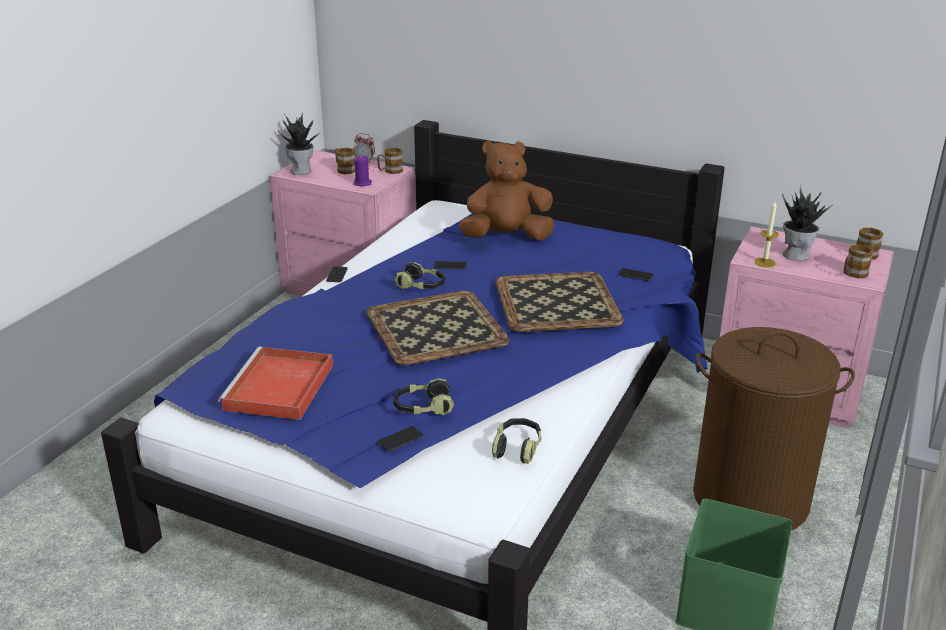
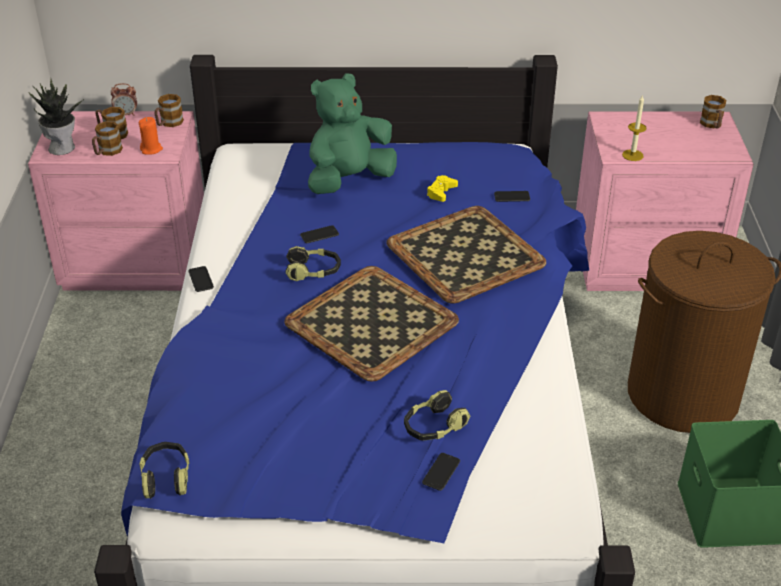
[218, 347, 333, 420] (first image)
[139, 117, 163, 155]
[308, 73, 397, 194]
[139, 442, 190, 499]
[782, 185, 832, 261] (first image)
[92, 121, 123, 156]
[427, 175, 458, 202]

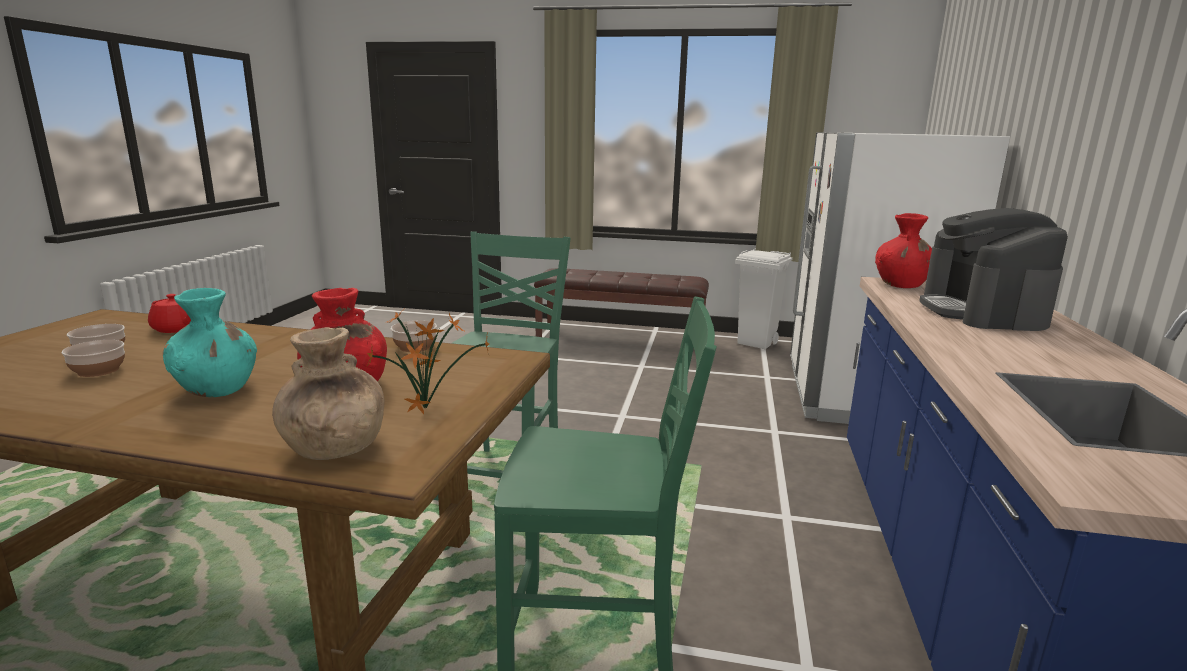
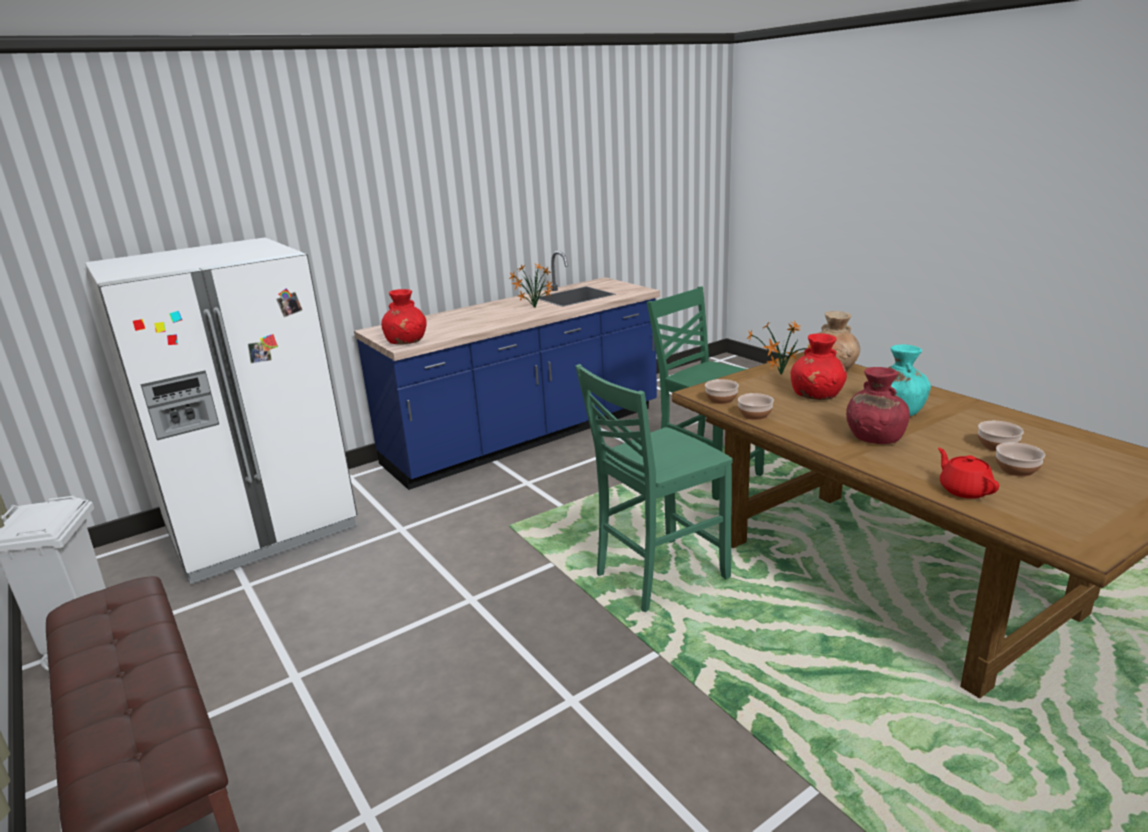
[919, 208, 1068, 331] (first image)
[509, 263, 552, 308]
[705, 379, 739, 404]
[846, 367, 910, 444]

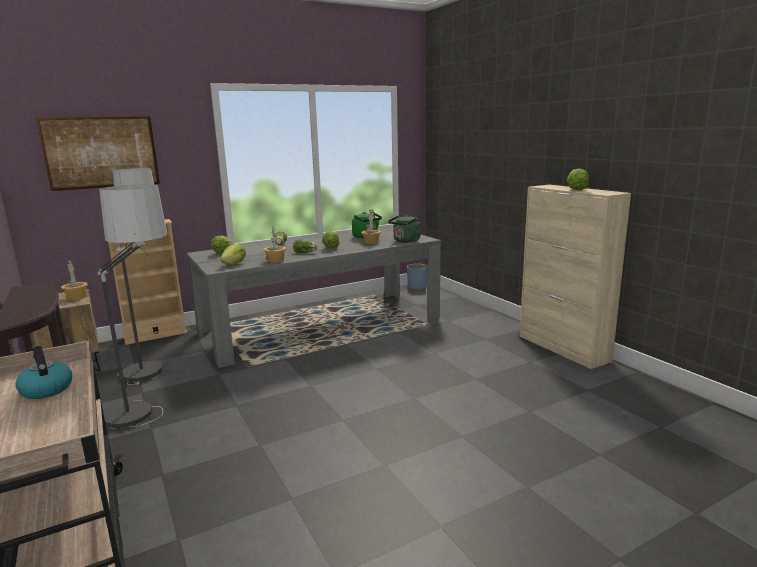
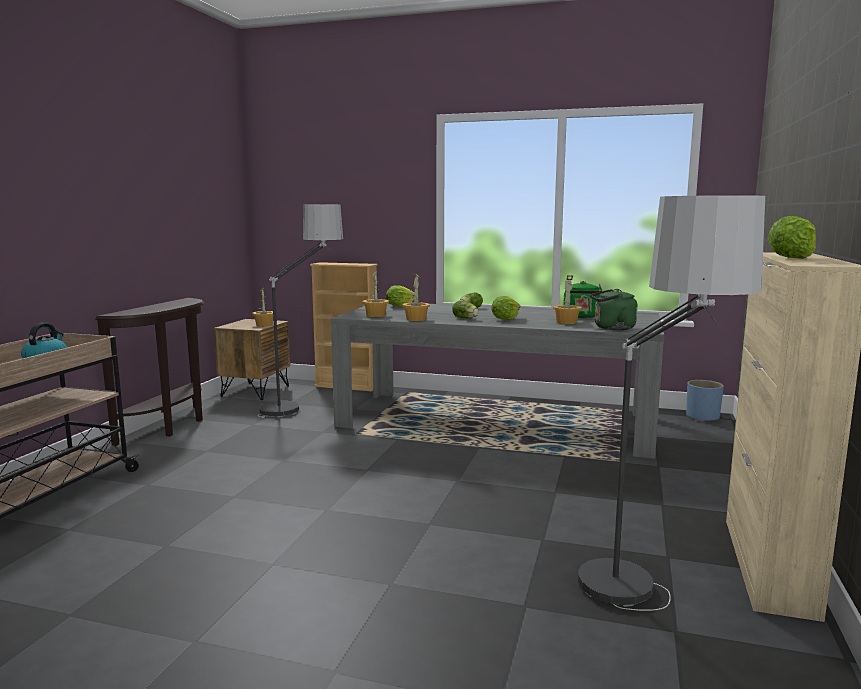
[36, 116, 160, 191] (first image)
[578, 195, 765, 611]
[363, 271, 389, 317]

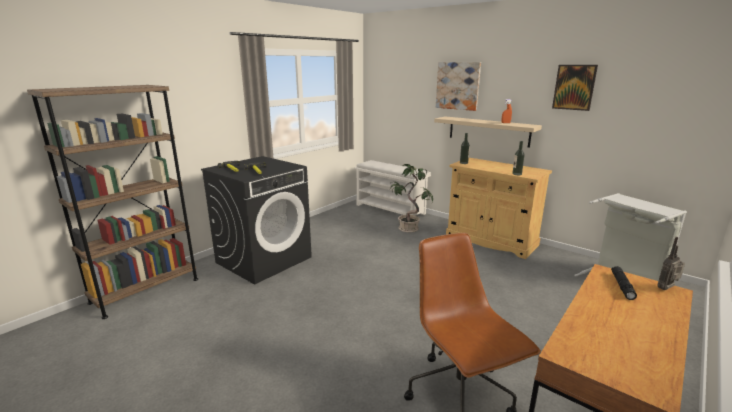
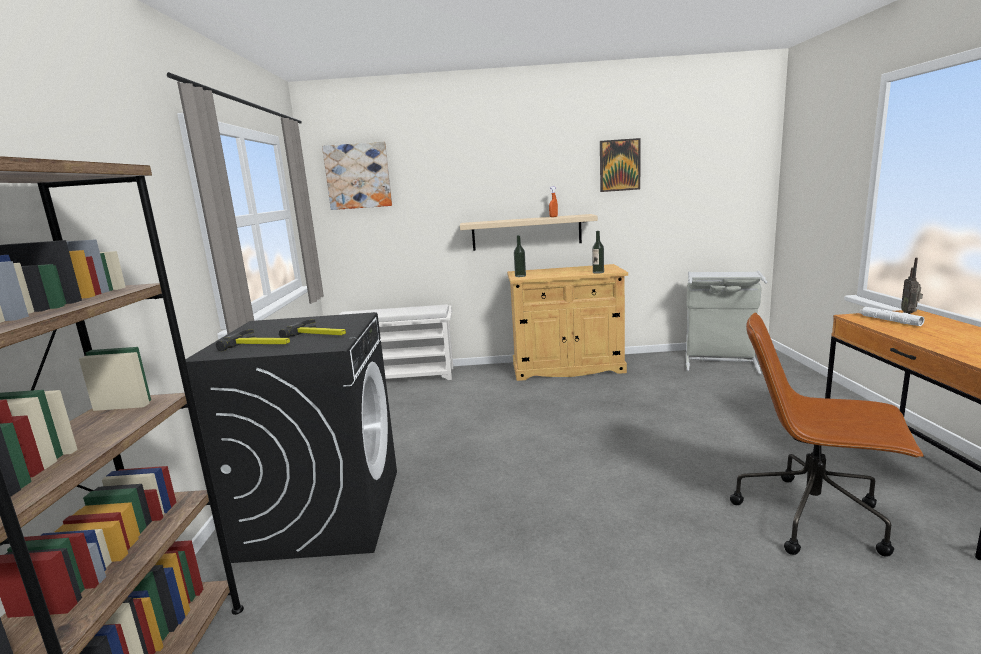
[390, 164, 433, 232] (first image)
[322, 142, 392, 210]
[860, 307, 925, 326]

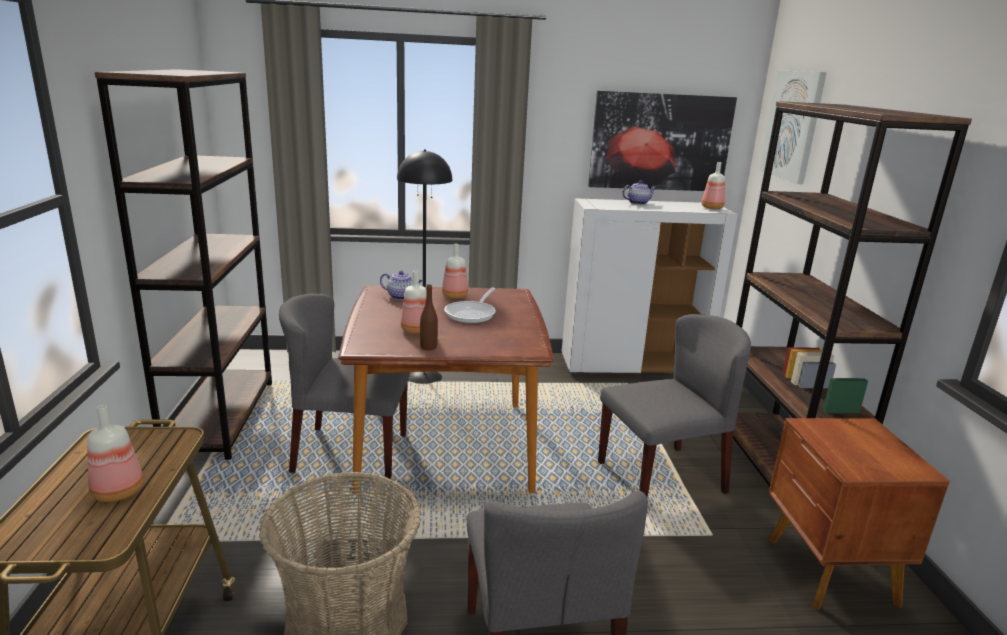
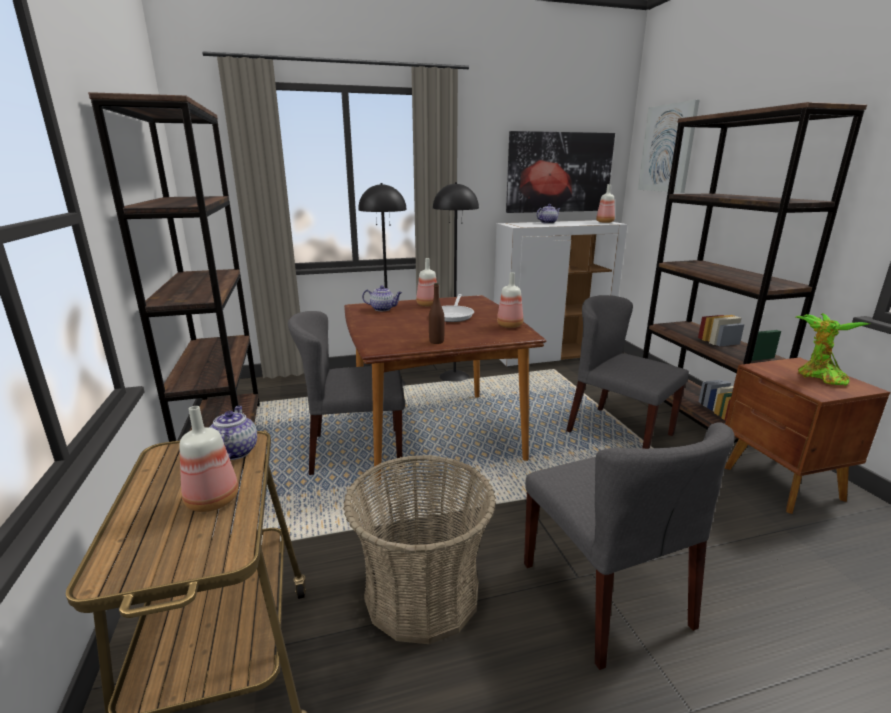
[497, 272, 523, 328]
[566, 295, 689, 449]
[209, 406, 257, 460]
[433, 182, 479, 382]
[796, 313, 870, 386]

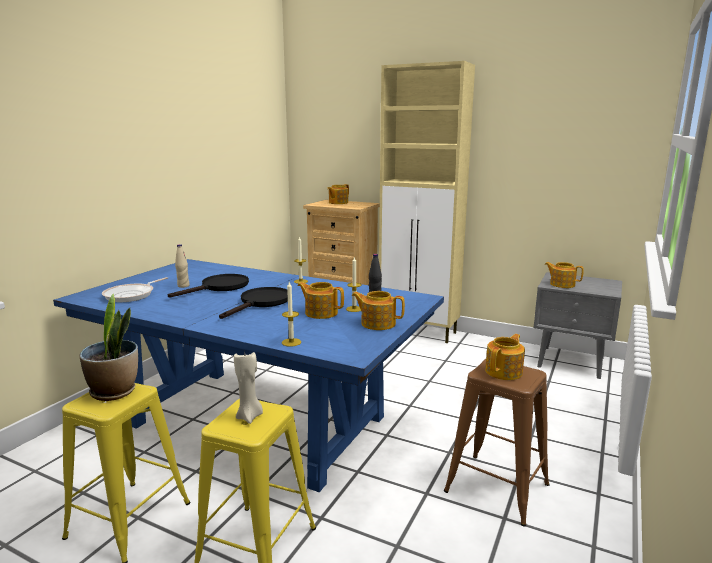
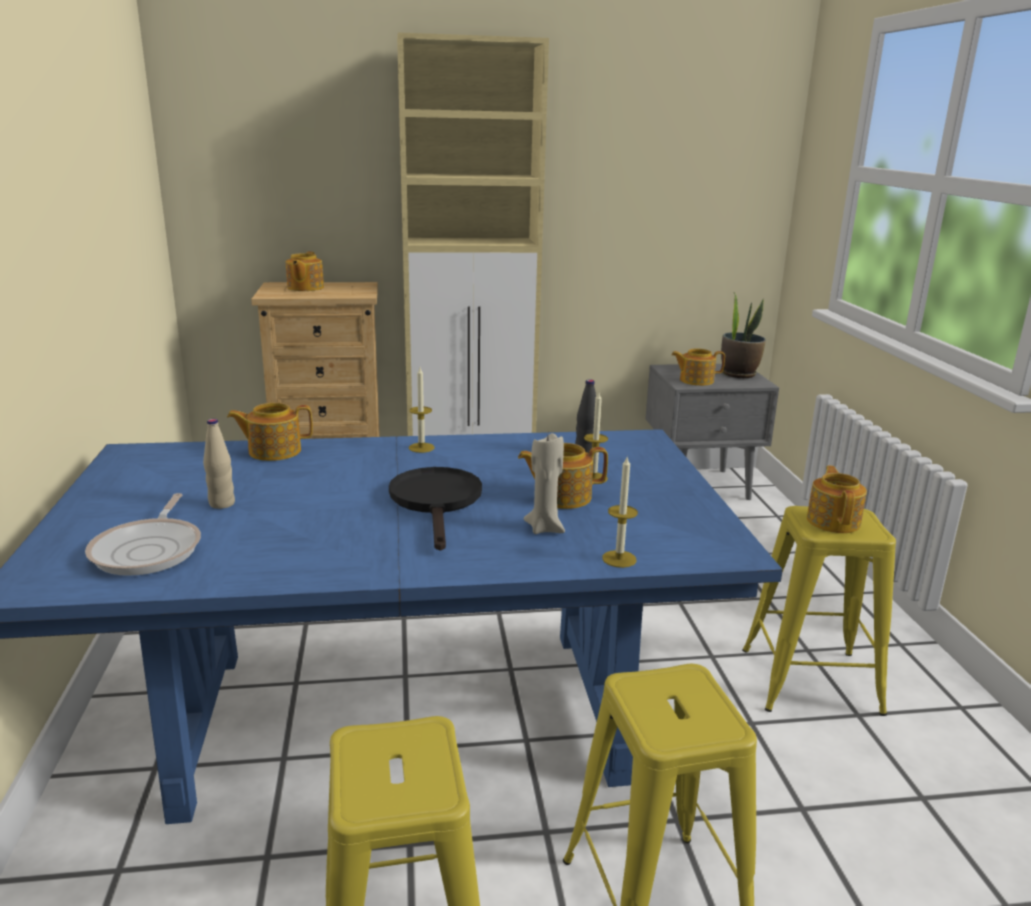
[721, 293, 766, 378]
[168, 274, 249, 298] (first image)
[523, 433, 565, 534]
[227, 403, 313, 461]
[742, 506, 896, 716]

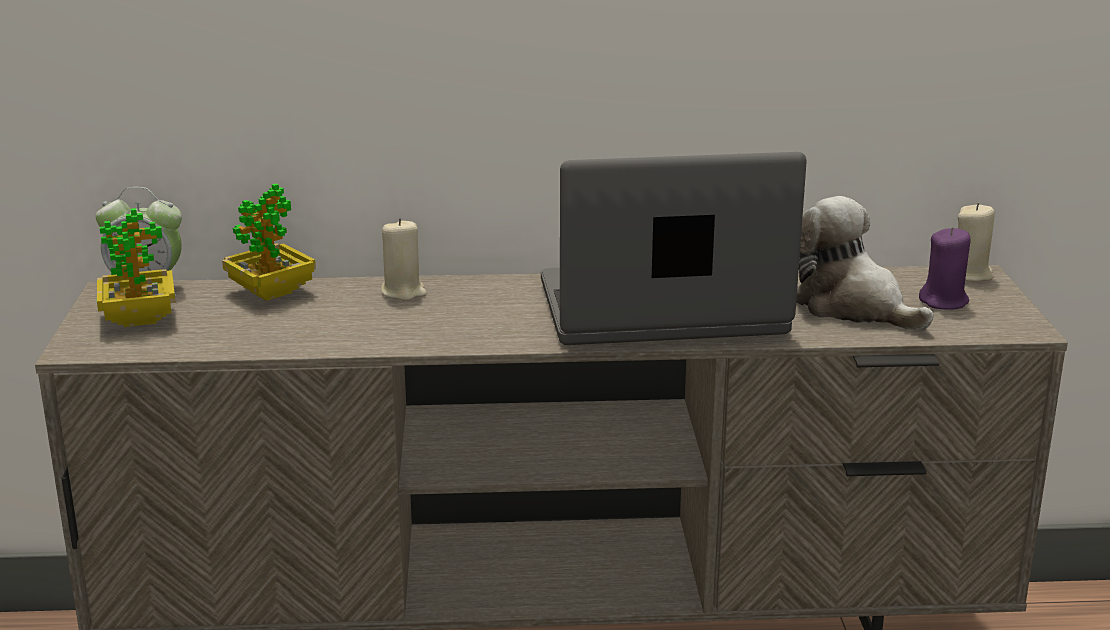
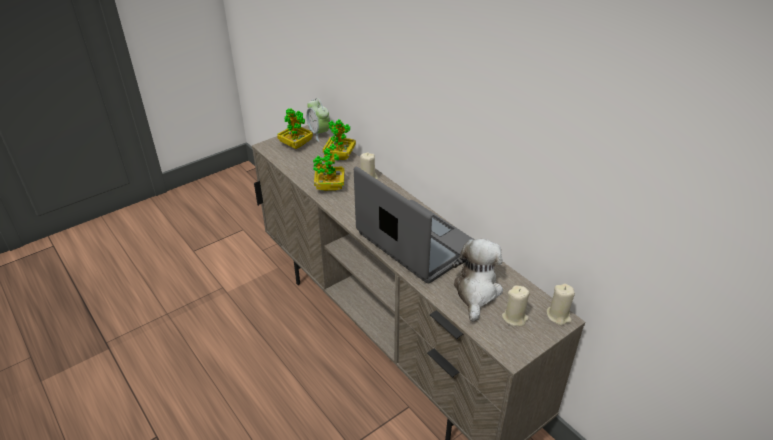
[502, 285, 530, 326]
[313, 144, 344, 191]

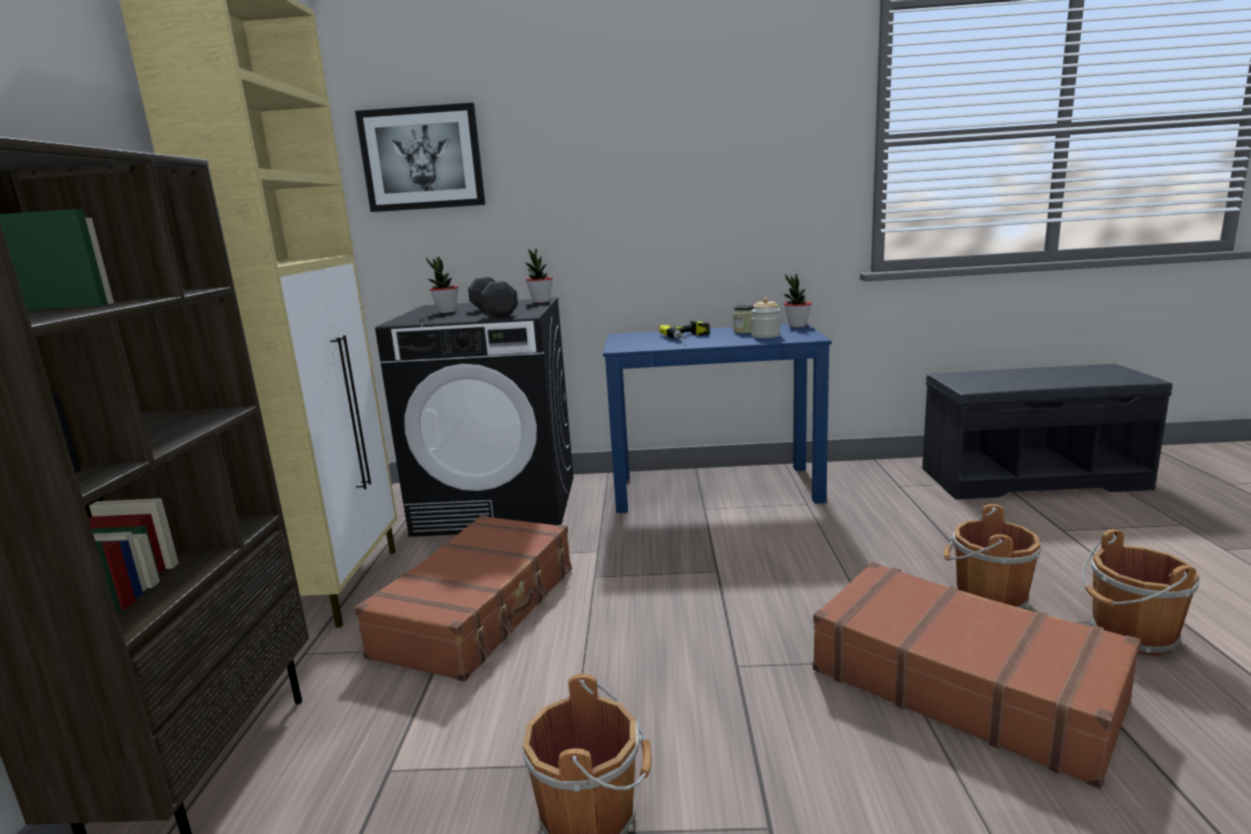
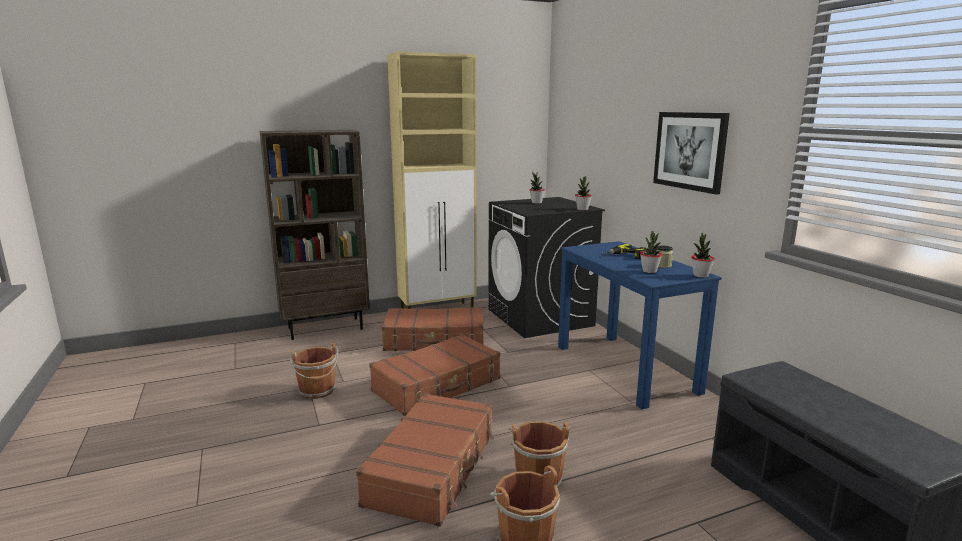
[653, 112, 730, 195]
[468, 277, 518, 317] (first image)
[640, 231, 662, 273]
[369, 334, 500, 416]

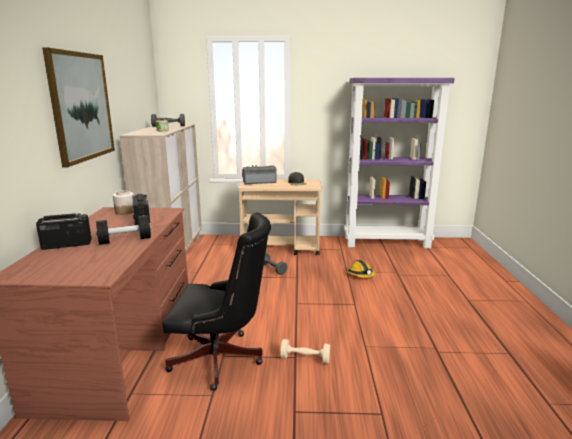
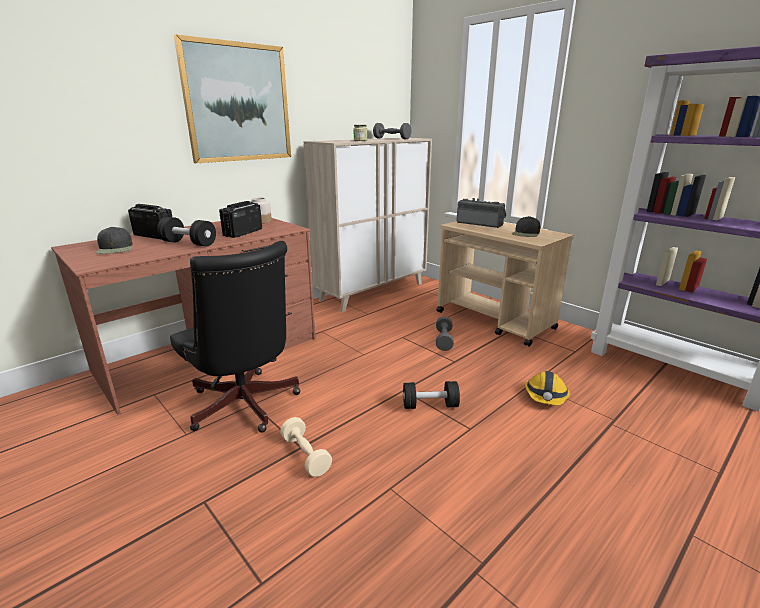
[96, 227, 133, 254]
[403, 381, 460, 409]

